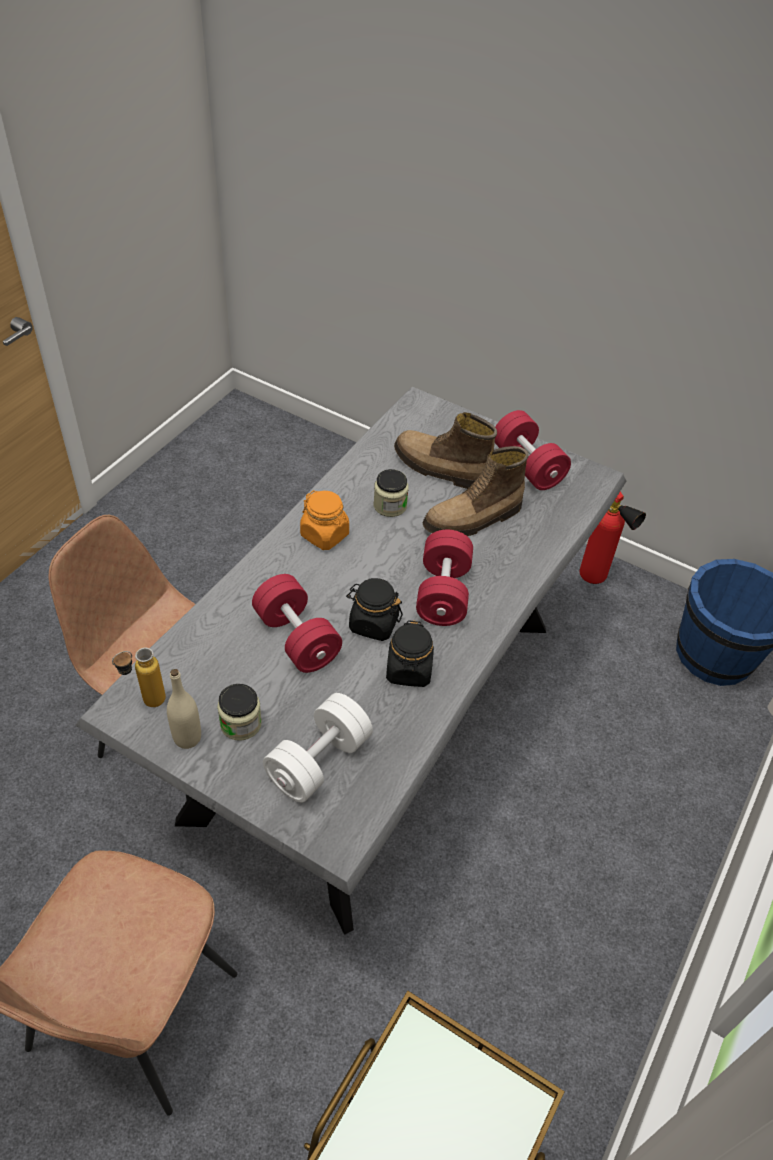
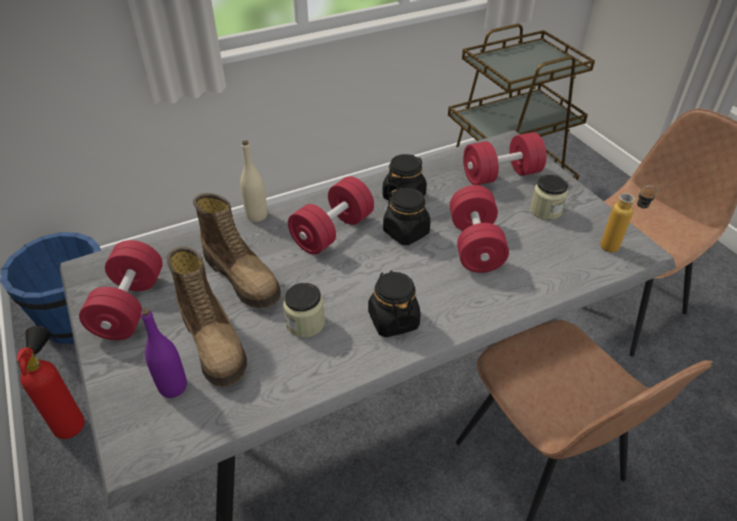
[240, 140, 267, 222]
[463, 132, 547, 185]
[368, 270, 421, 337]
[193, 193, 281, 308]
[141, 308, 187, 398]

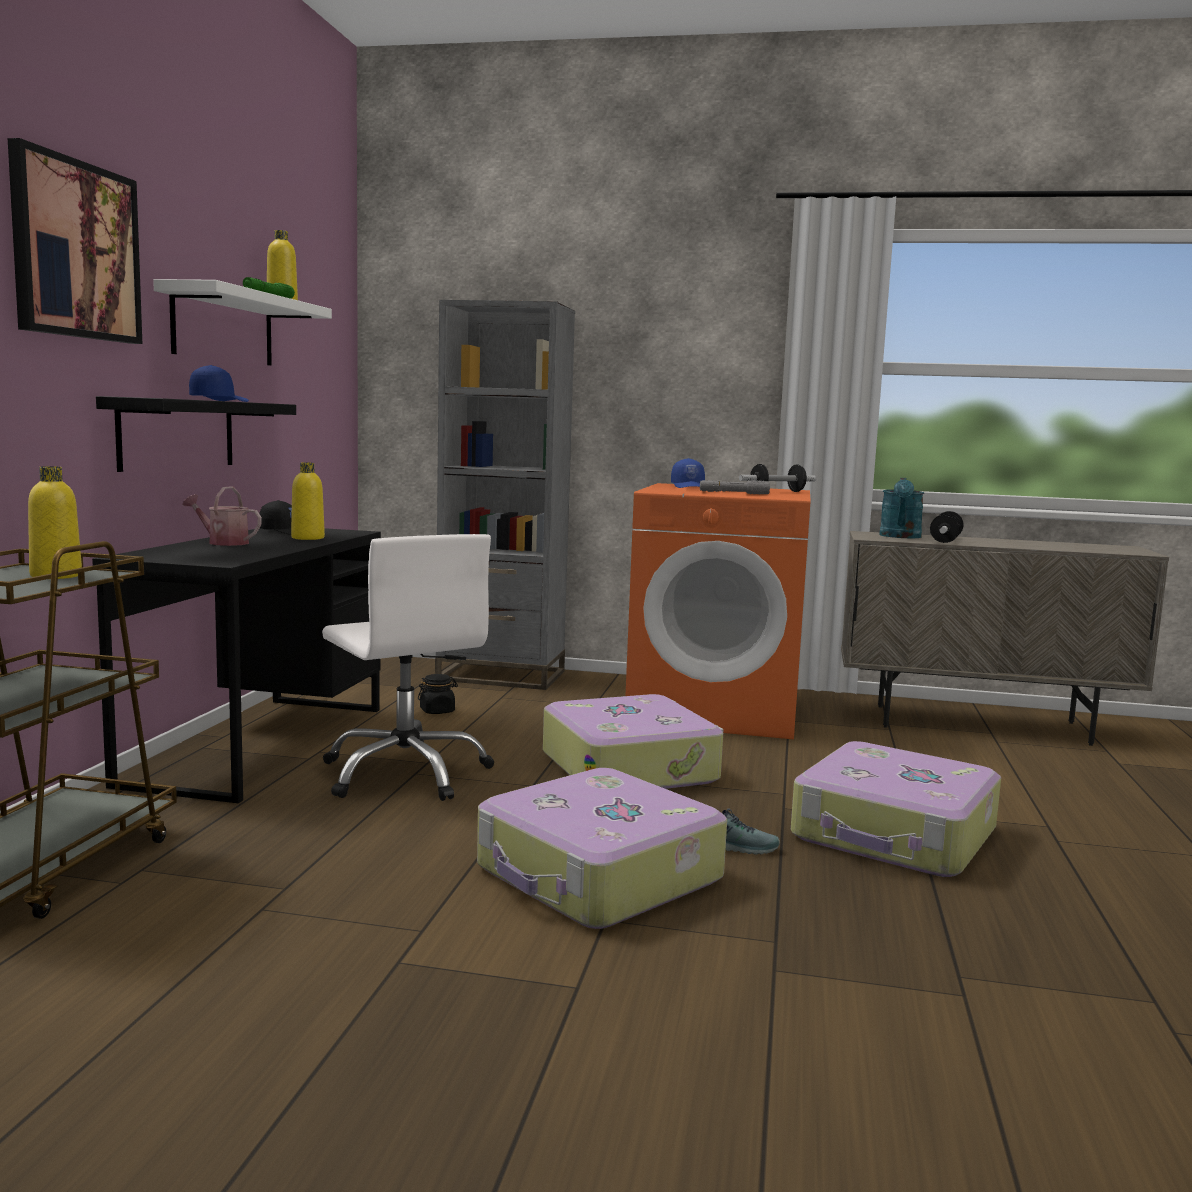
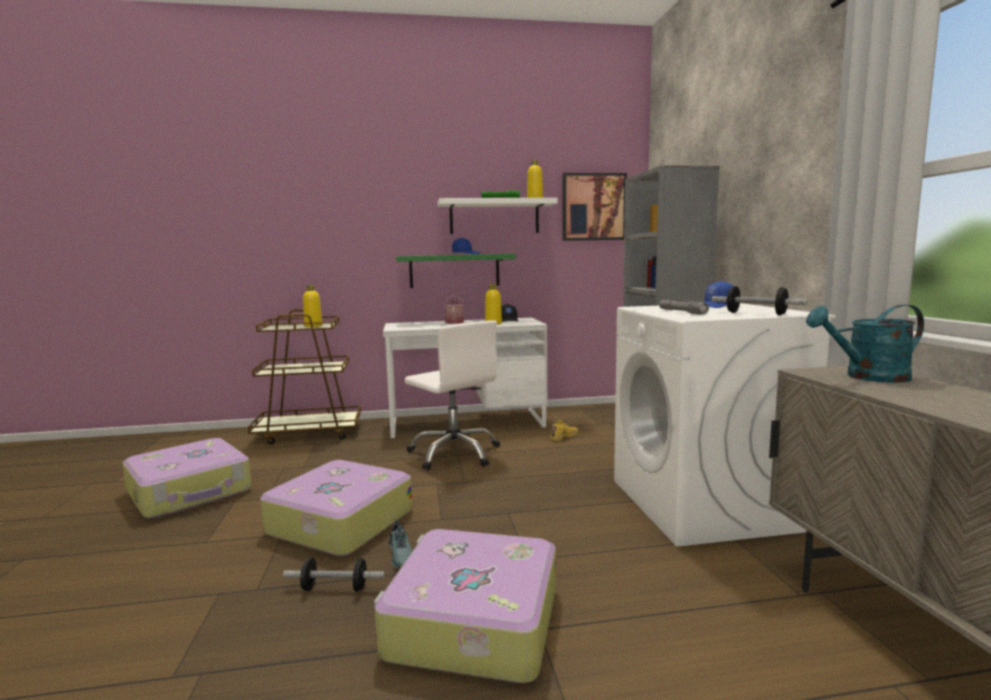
[563, 173, 627, 241]
[383, 318, 548, 438]
[396, 254, 516, 288]
[404, 320, 500, 470]
[550, 420, 578, 441]
[122, 438, 252, 519]
[614, 303, 836, 547]
[283, 558, 385, 592]

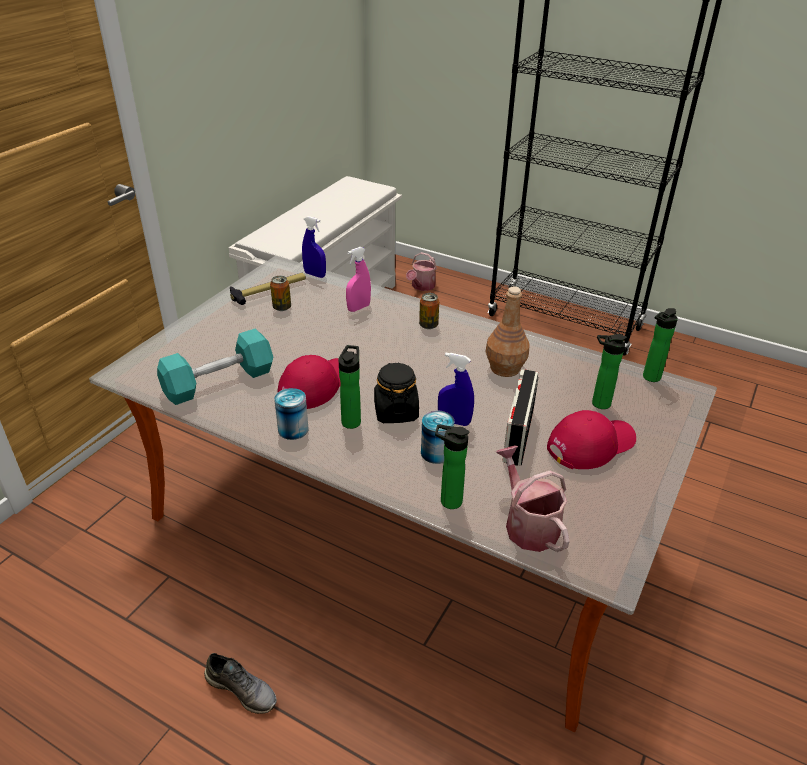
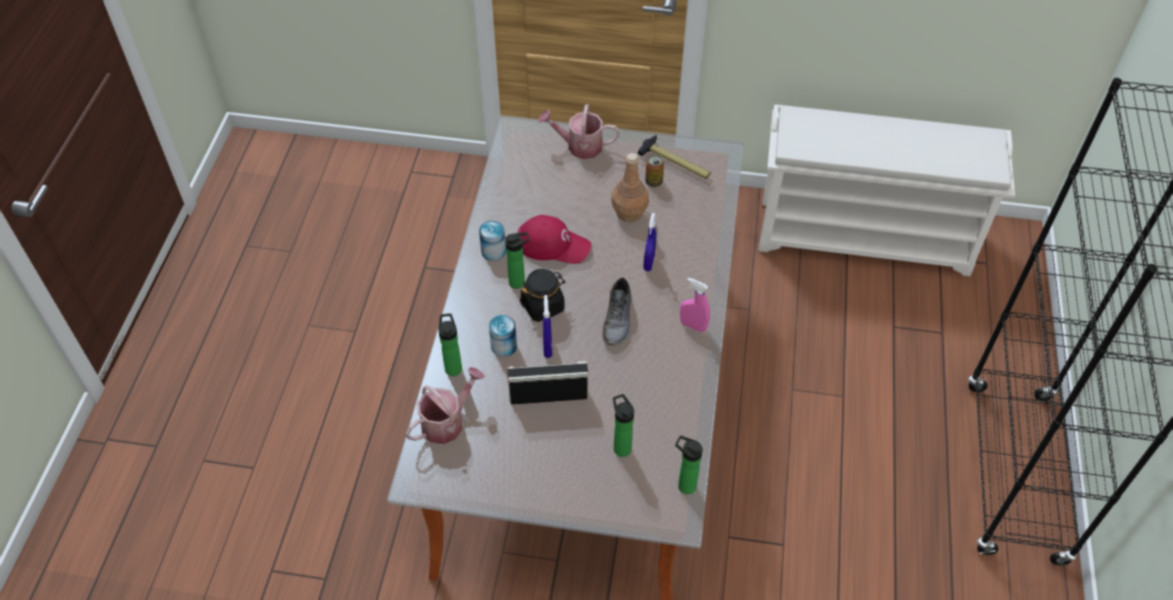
[157, 329, 273, 405] (first image)
[602, 277, 631, 345]
[643, 213, 656, 271]
[680, 278, 710, 332]
[538, 104, 620, 159]
[419, 293, 439, 329] (first image)
[611, 153, 649, 222]
[547, 410, 636, 469] (first image)

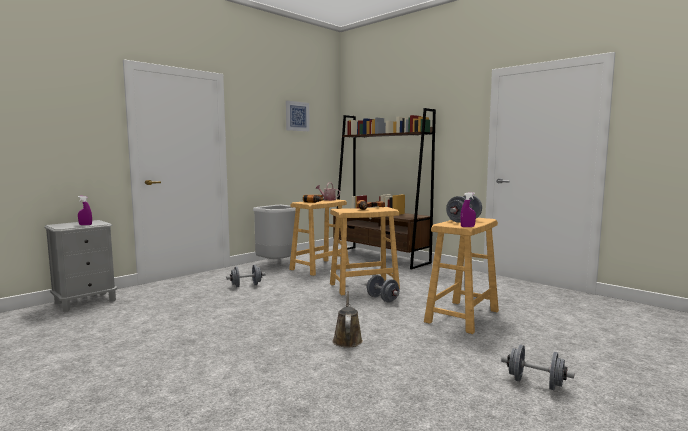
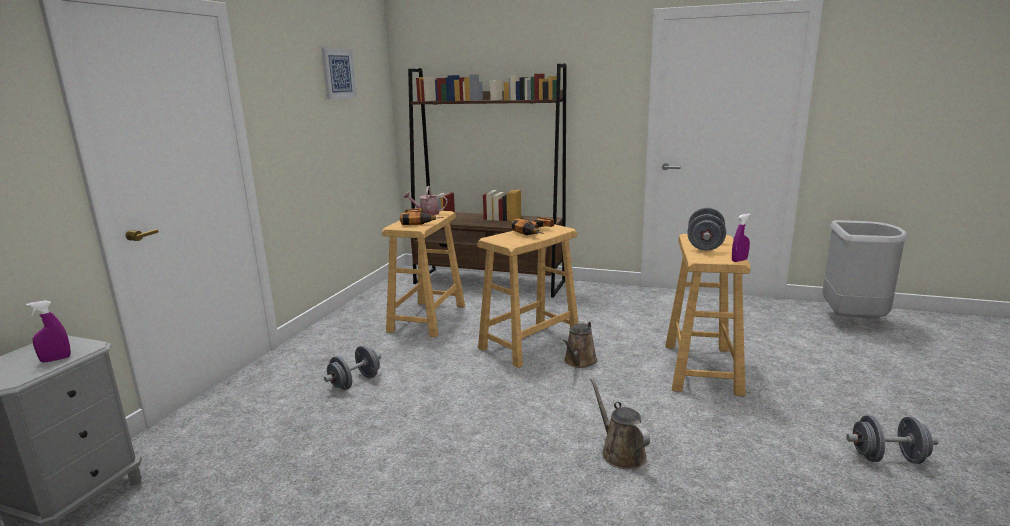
[822, 220, 908, 318]
[563, 321, 598, 368]

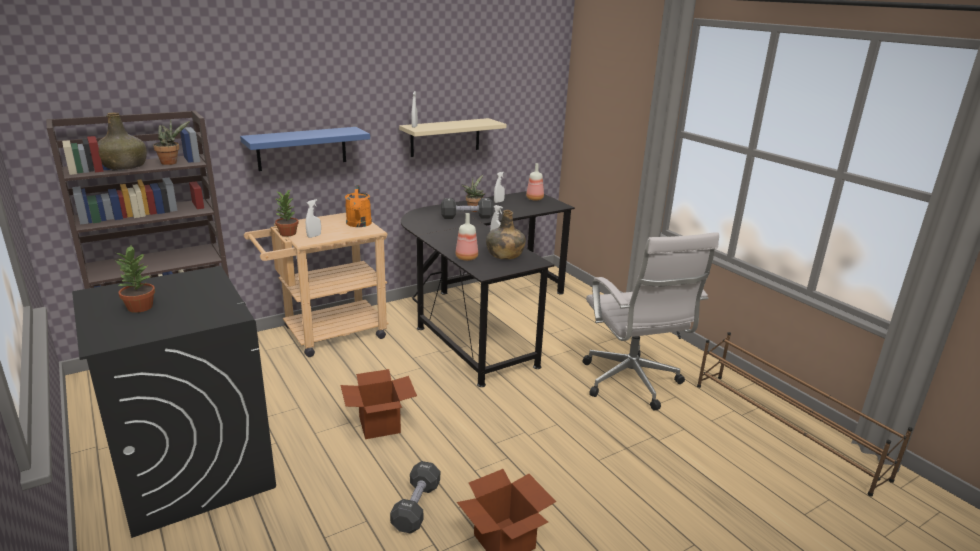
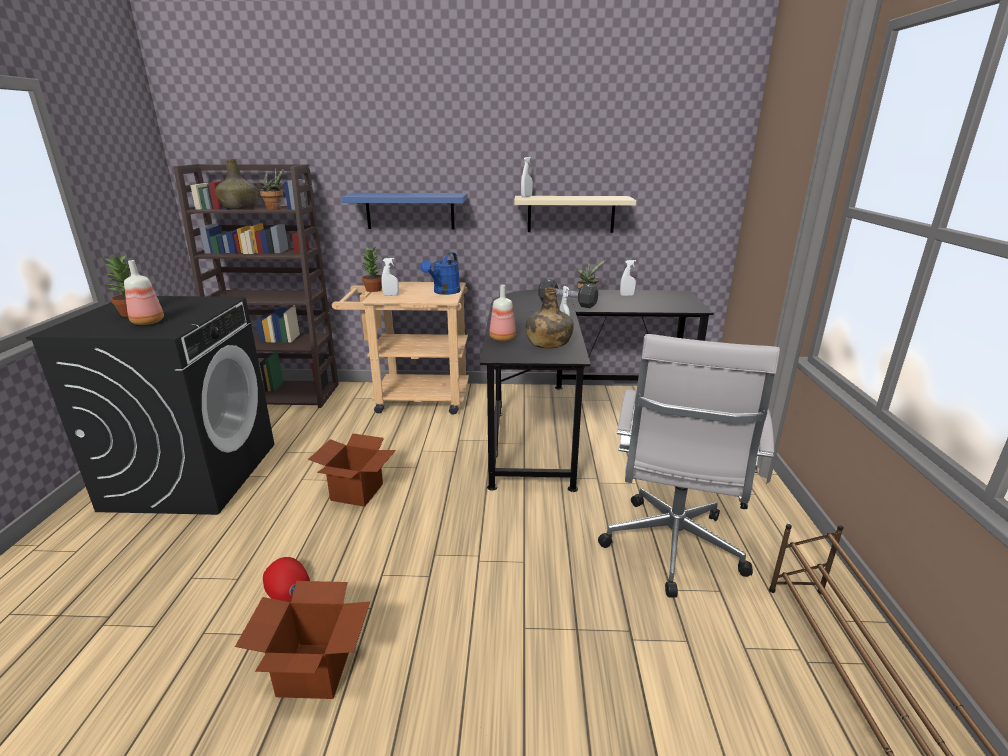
[420, 252, 461, 295]
[263, 557, 310, 603]
[124, 260, 164, 325]

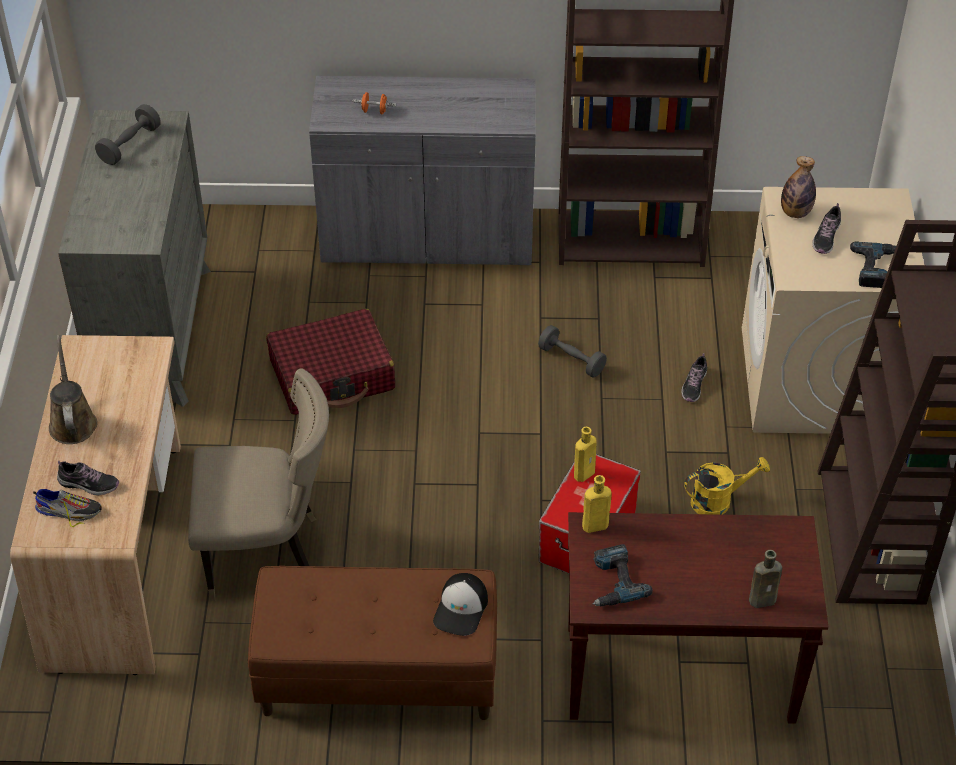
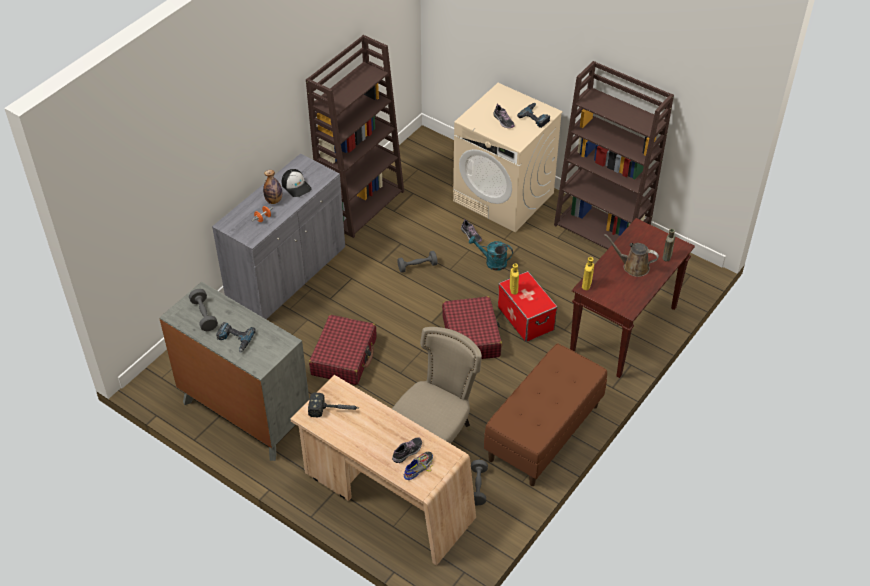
[604, 234, 659, 277]
[282, 169, 311, 197]
[216, 322, 256, 353]
[684, 457, 770, 515] (first image)
[263, 170, 282, 204]
[308, 392, 357, 418]
[442, 296, 502, 359]
[469, 236, 513, 270]
[471, 460, 488, 505]

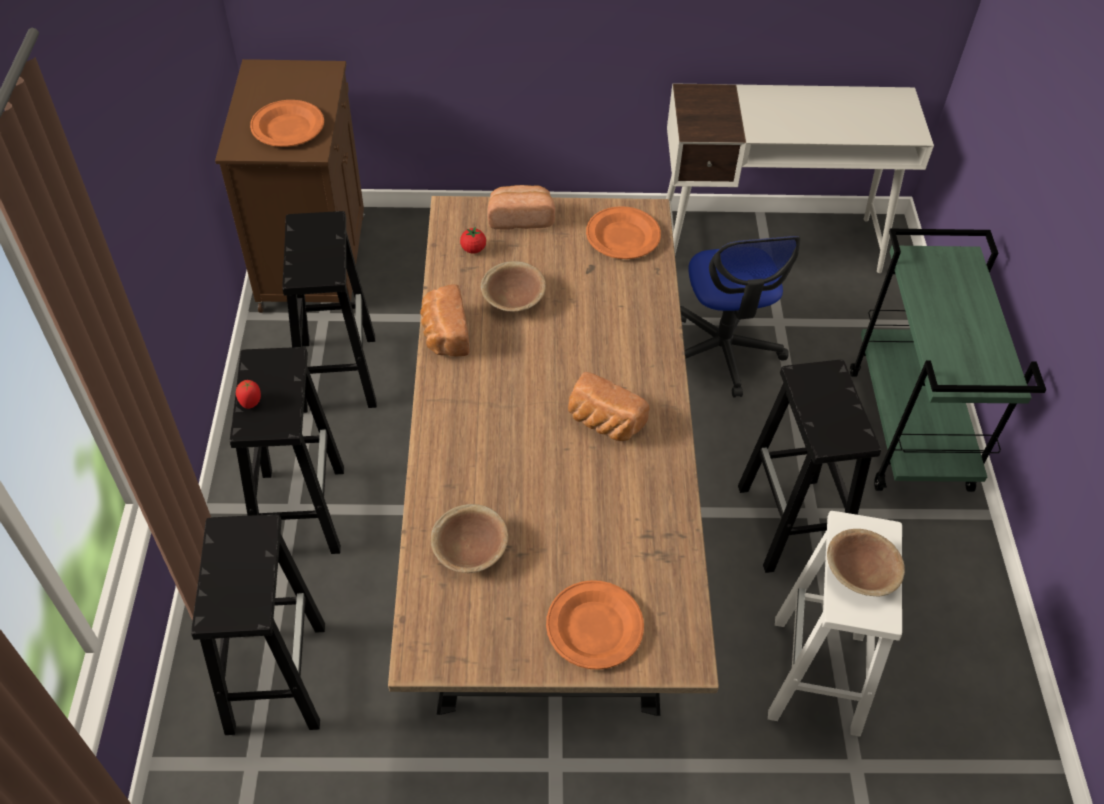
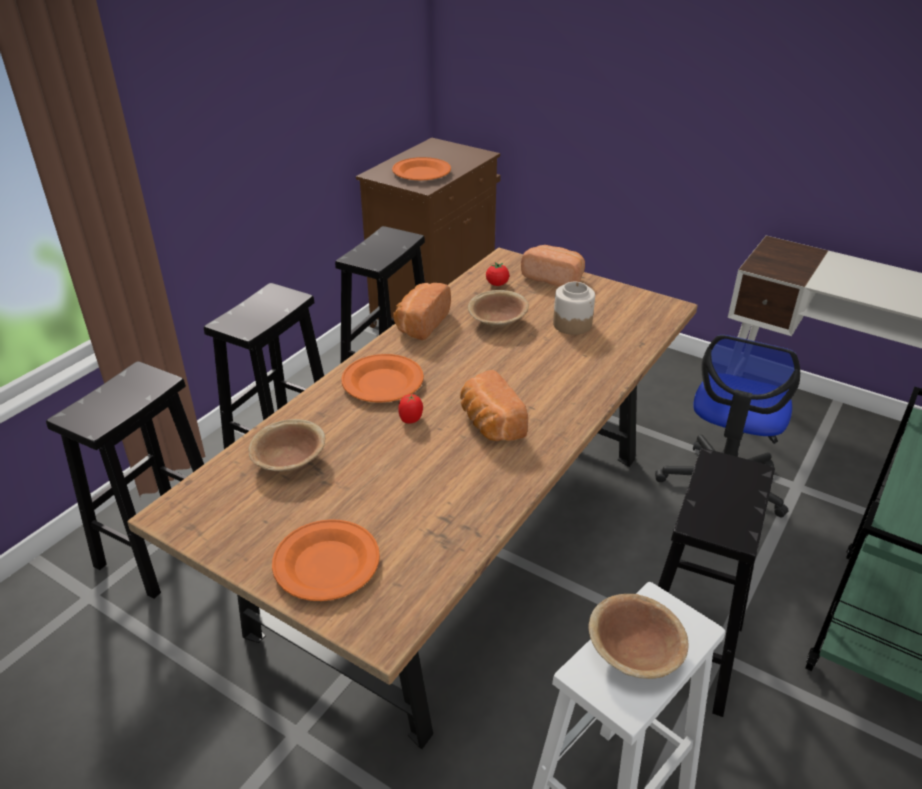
[398, 394, 423, 423]
[341, 354, 424, 403]
[553, 282, 595, 335]

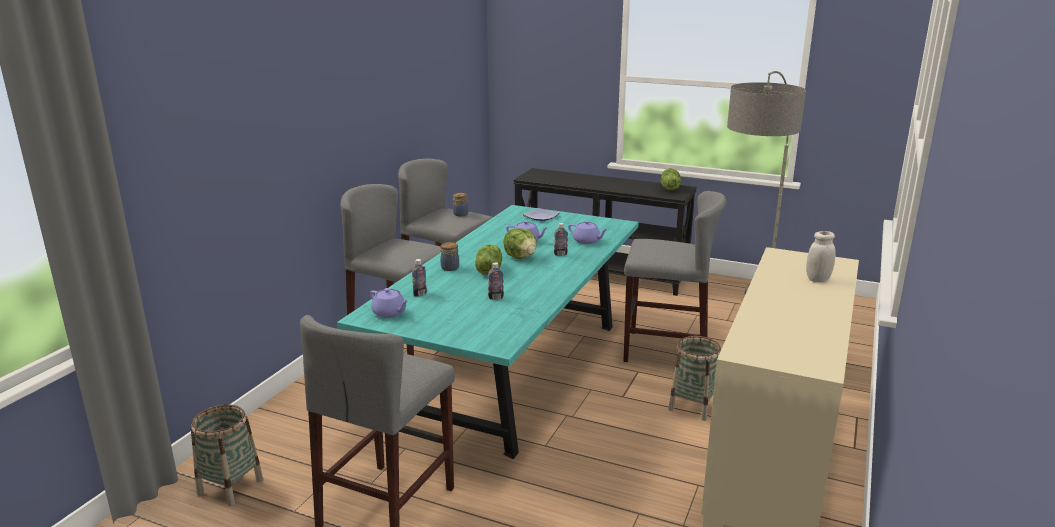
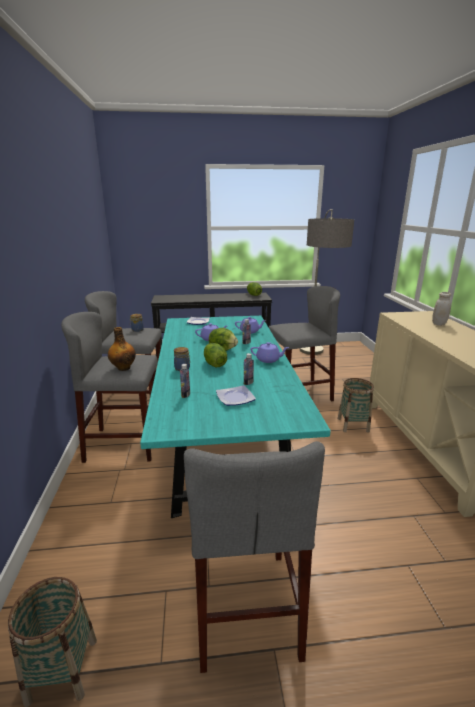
[250, 342, 289, 363]
[108, 327, 136, 371]
[216, 385, 256, 406]

